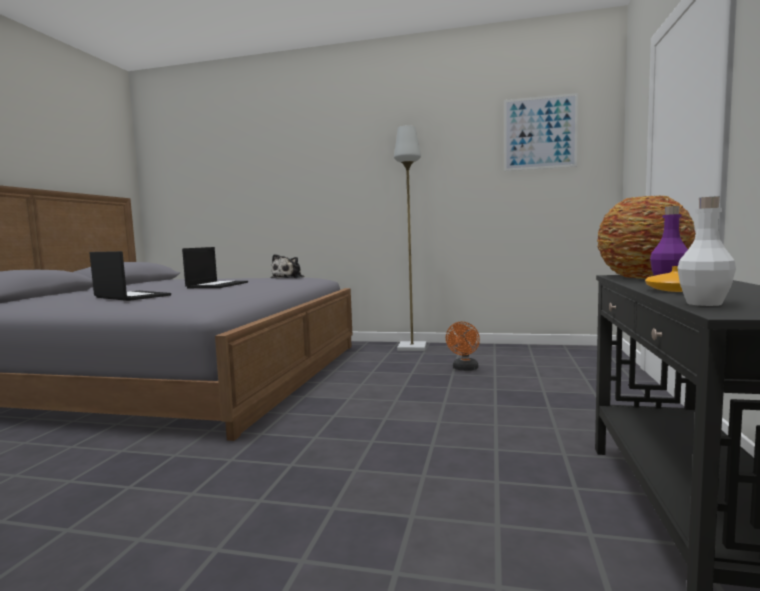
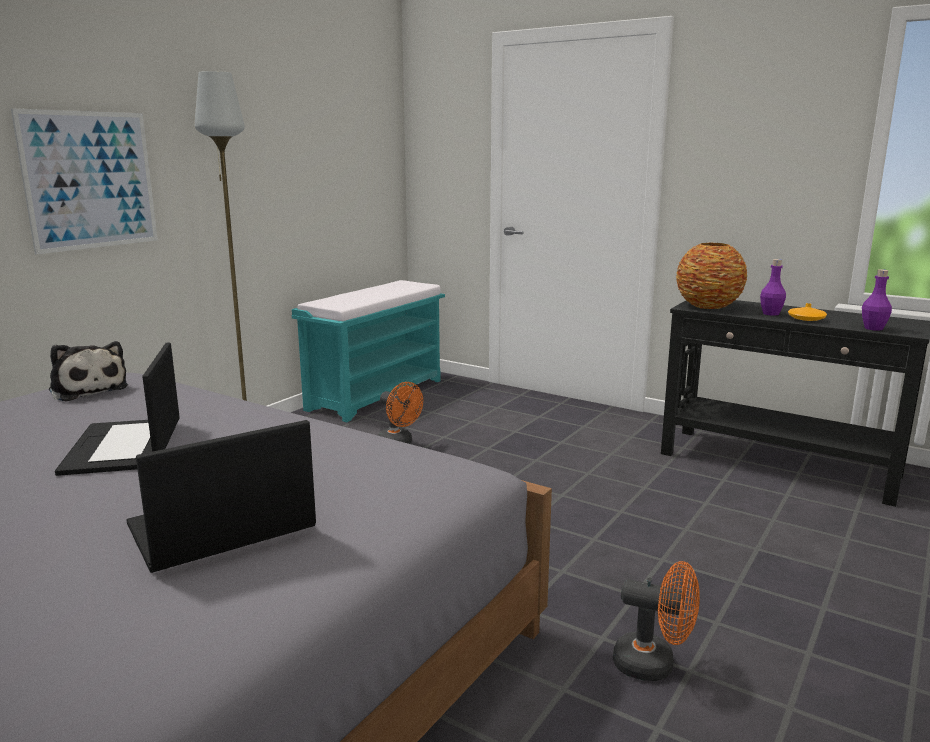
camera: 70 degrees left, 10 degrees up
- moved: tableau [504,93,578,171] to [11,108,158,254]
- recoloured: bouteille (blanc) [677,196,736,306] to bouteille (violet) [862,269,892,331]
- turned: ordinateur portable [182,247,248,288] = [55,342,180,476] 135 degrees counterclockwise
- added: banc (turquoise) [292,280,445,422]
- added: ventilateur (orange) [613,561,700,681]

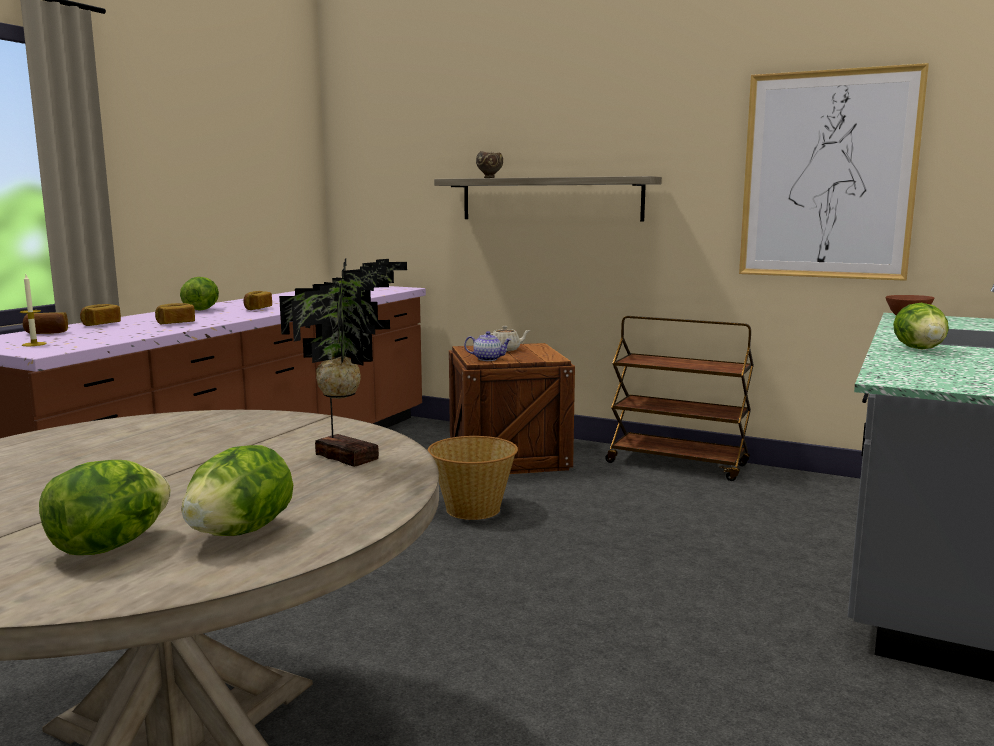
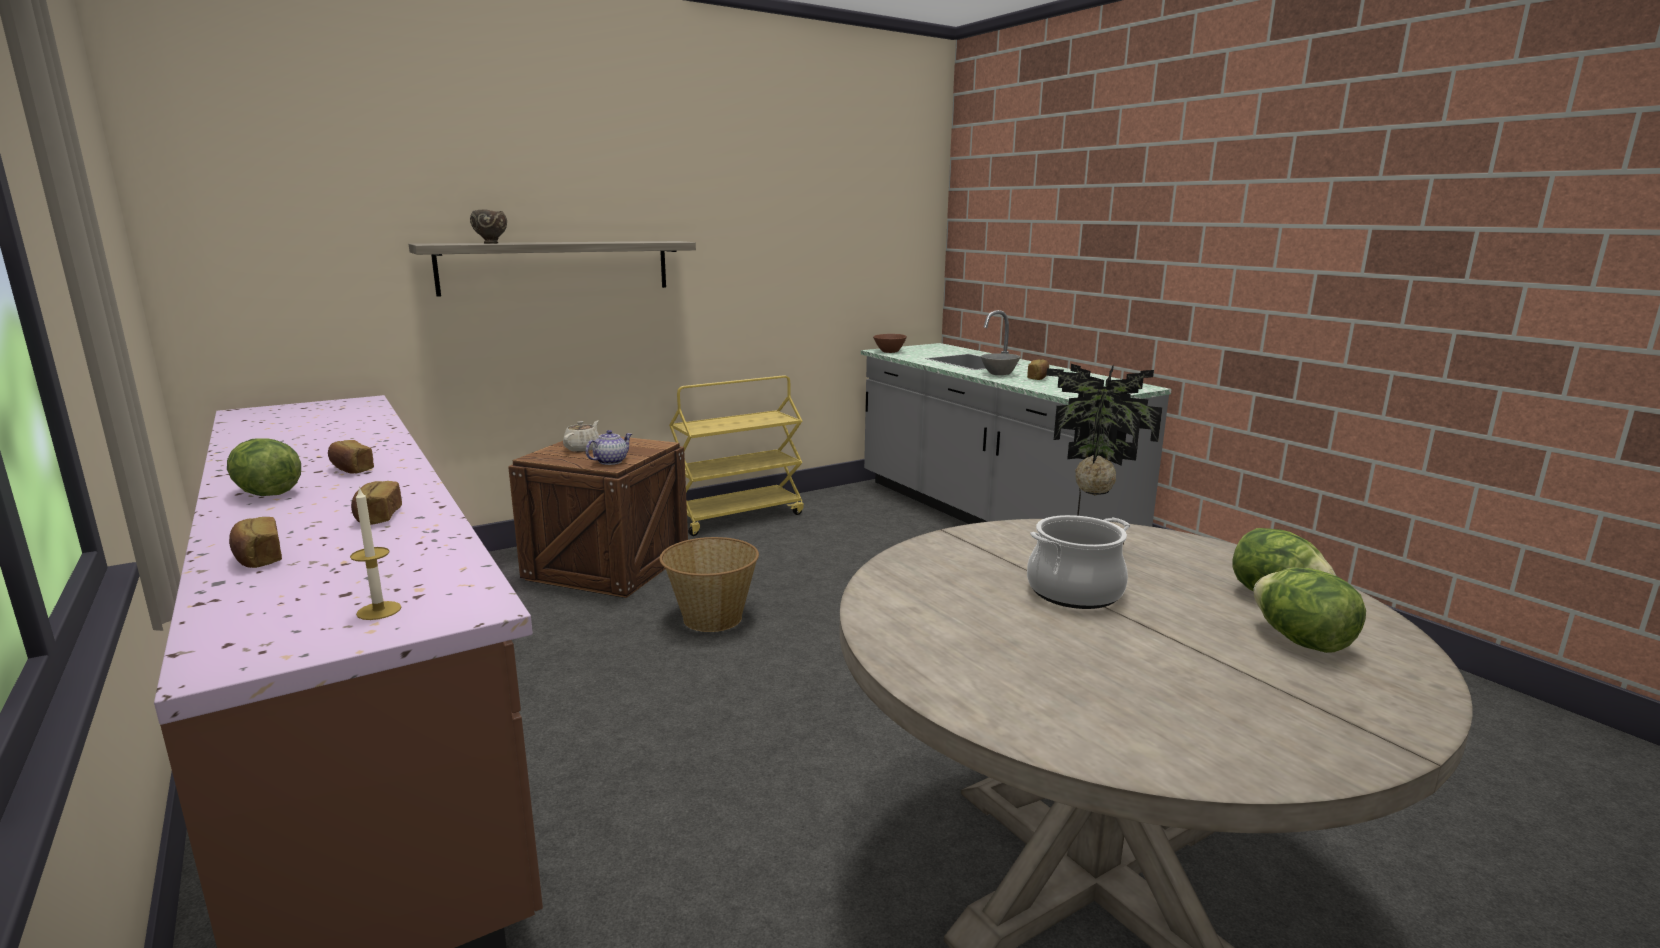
camera: 60 degrees left, 5 degrees up
- removed: tableau [739,63,929,281]
- replaced: laitue [893,303,949,349] to bol (gris) [981,353,1020,375]
- moved: pain [23,312,68,334] to [1027,360,1049,380]
- recoloured: chariot (marron) [605,316,754,481] to chariot (jaune) [669,375,804,536]
- added: marmite [1027,515,1130,609]

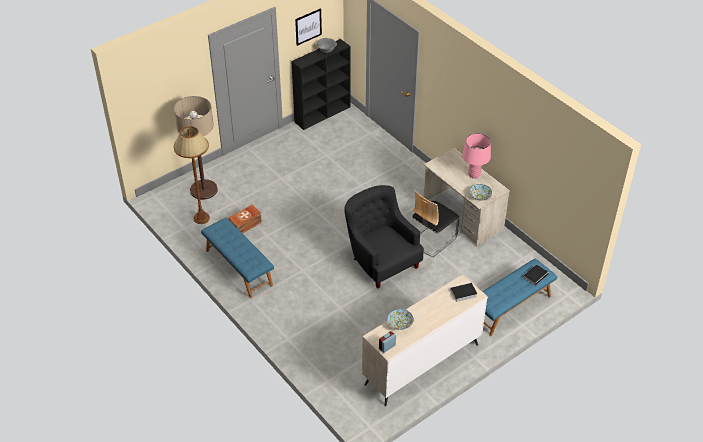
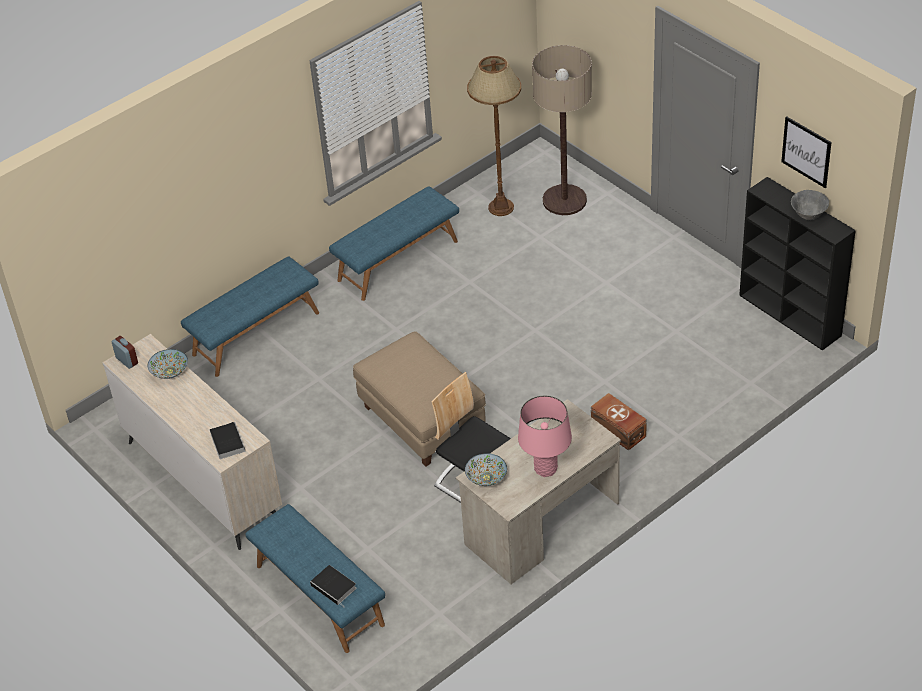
camera: 90 degrees right, 0 degrees up
- replaced: fauteuil (noir) [344,185,424,289] to pouf (beige) [353,332,486,467]
- moved: boîte de rangement (marron) [228,205,262,233] to [591,393,647,451]
- added: banc (bleu) [181,256,319,377]

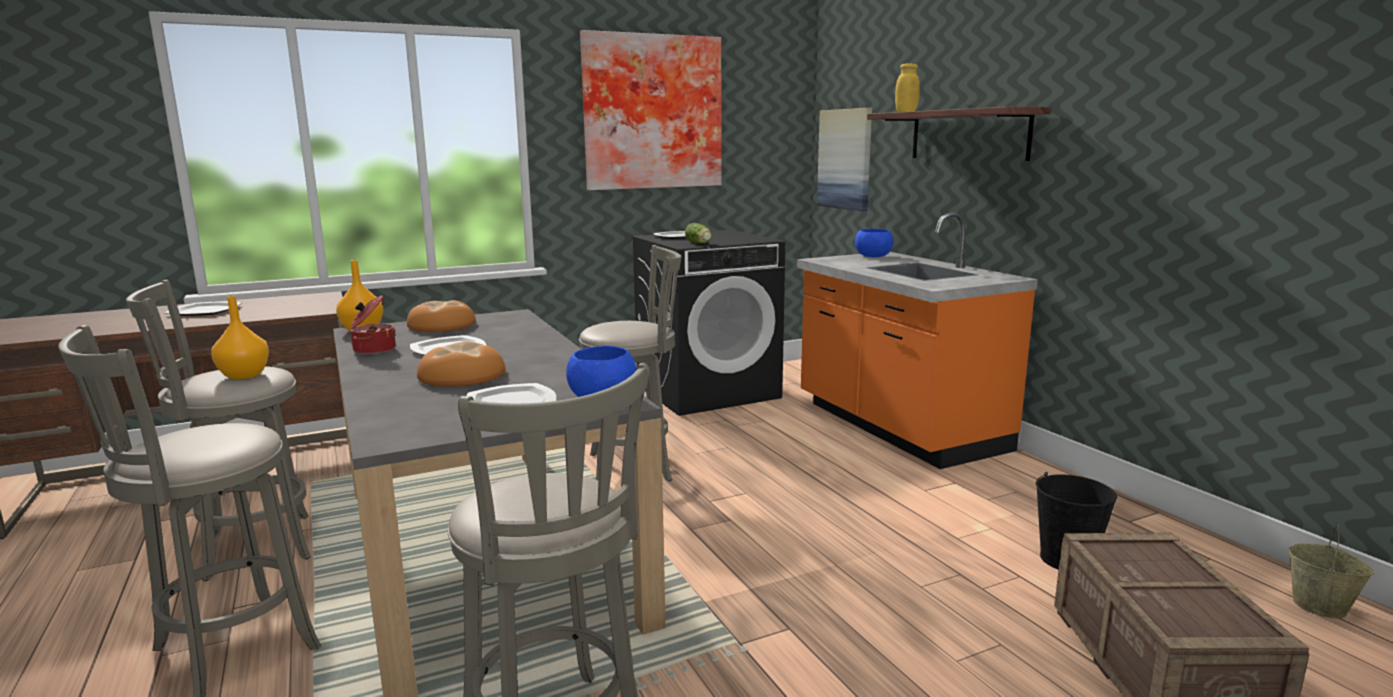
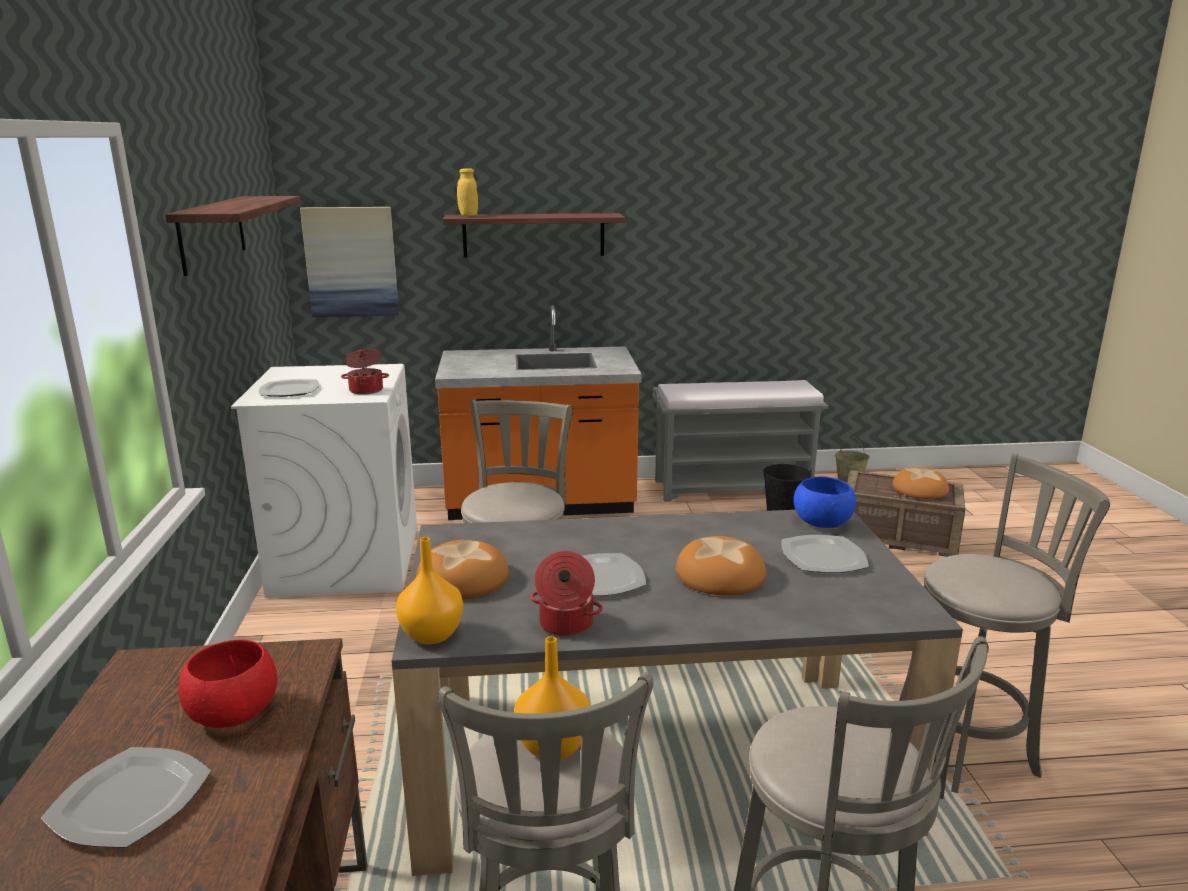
camera: 70 degrees left, 5 degrees up
- replaced: tableau [580,30,721,190] to étagère [165,196,300,276]
- replaced: laitue [685,223,711,244] to marmite [341,349,389,395]
- removed: bol (bleu) [855,229,893,257]
- recoloured: lave-linge (noir) [631,230,785,416] to lave-linge (blanc) [231,364,417,598]
- added: banc (gris) [653,380,829,502]
- added: pain [892,467,949,499]
- added: bol (rouge) [178,640,278,728]

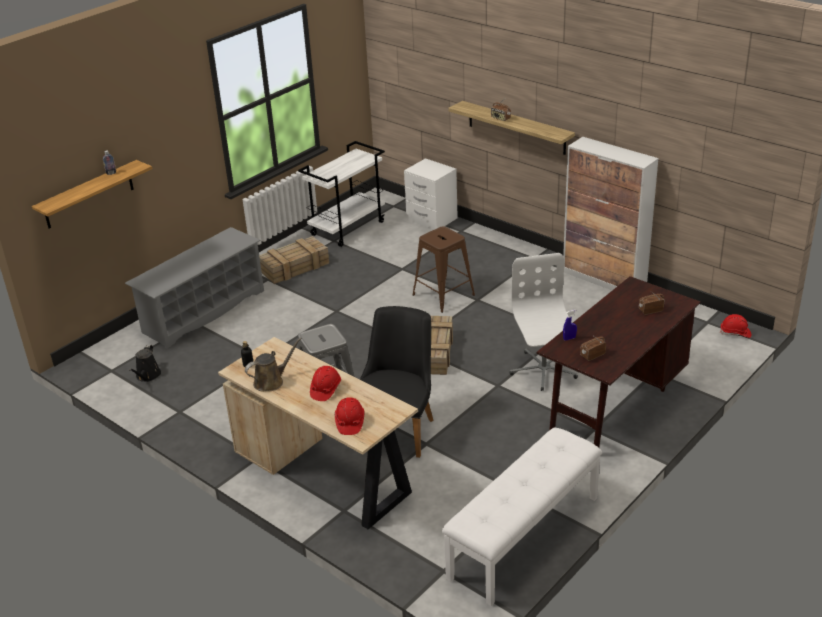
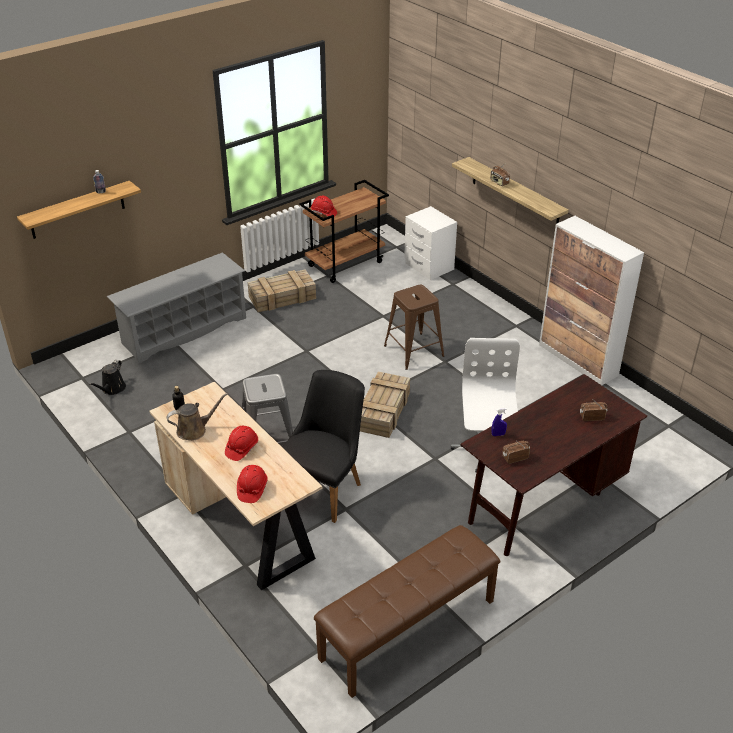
camera: 10 degrees right, 5 degrees up
- recoloured: chariot (blanc) [298,141,385,247] to chariot (marron) [299,180,389,283]
- moved: casque de chantier (rouge) [719,314,751,338] to [311,196,337,217]
- recoloured: banc (blanc) [442,428,602,606] to banc (marron) [314,525,500,698]

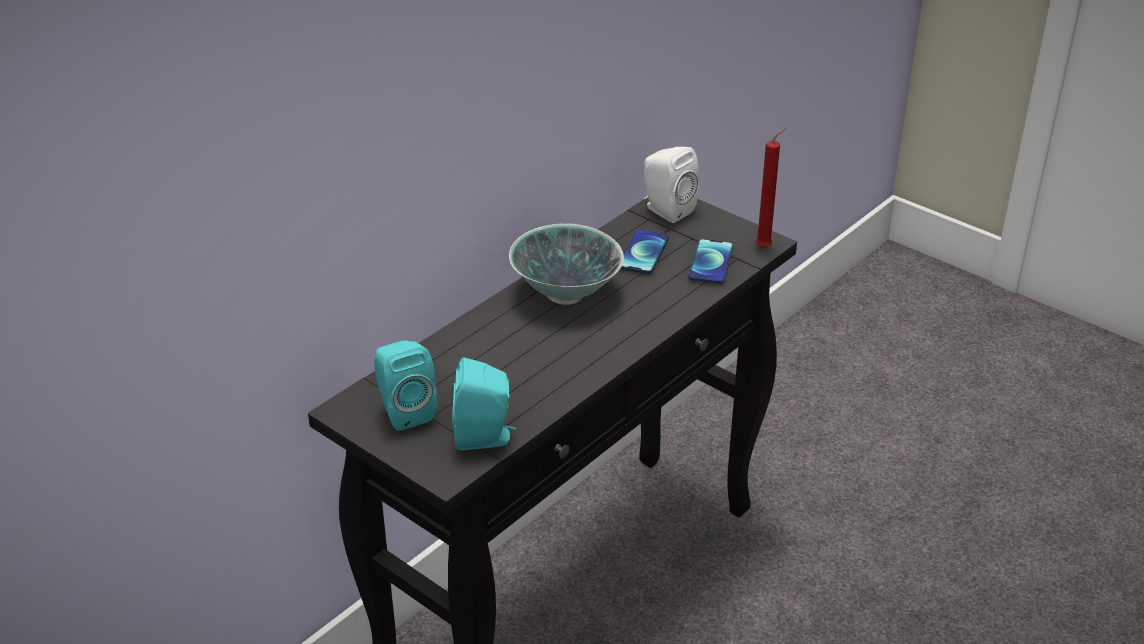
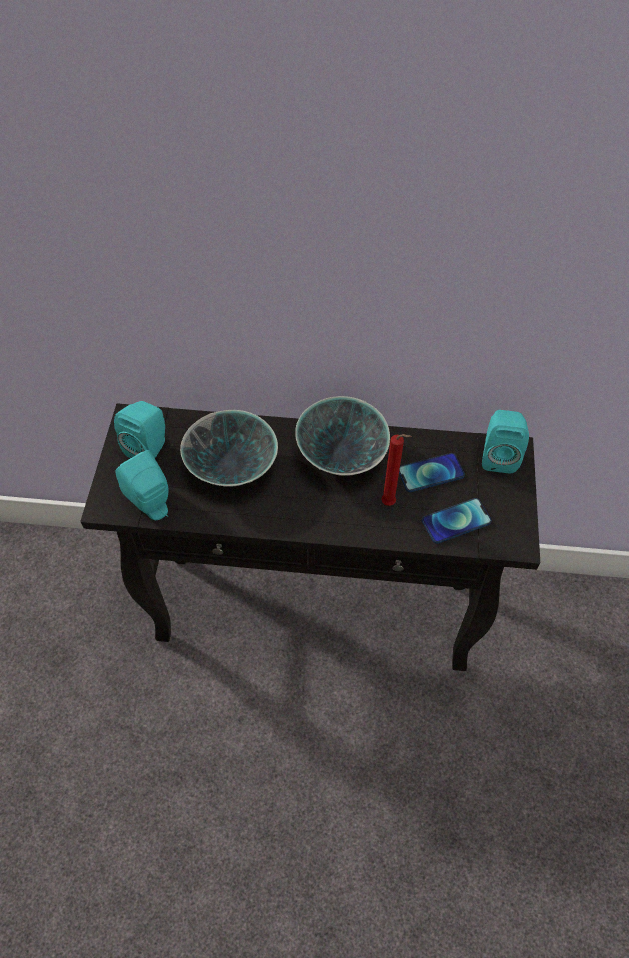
camera: 55 degrees right, 20 degrees up
- moved: bougie (rouge) [756,128,786,248] to [381,434,412,506]
- recoloured: enceinte (blanc) [644,147,699,223] to enceinte (turquoise) [482,410,529,473]
- added: bol [180,410,278,486]

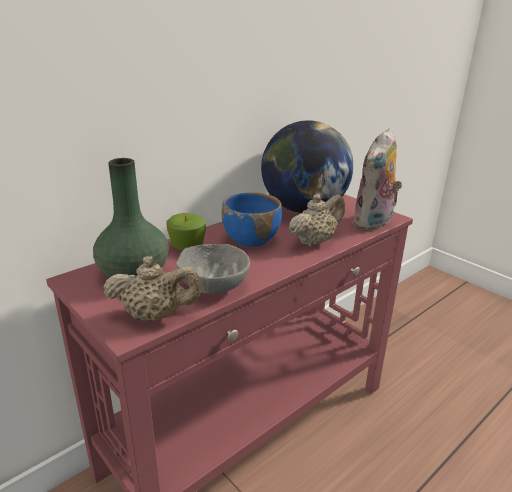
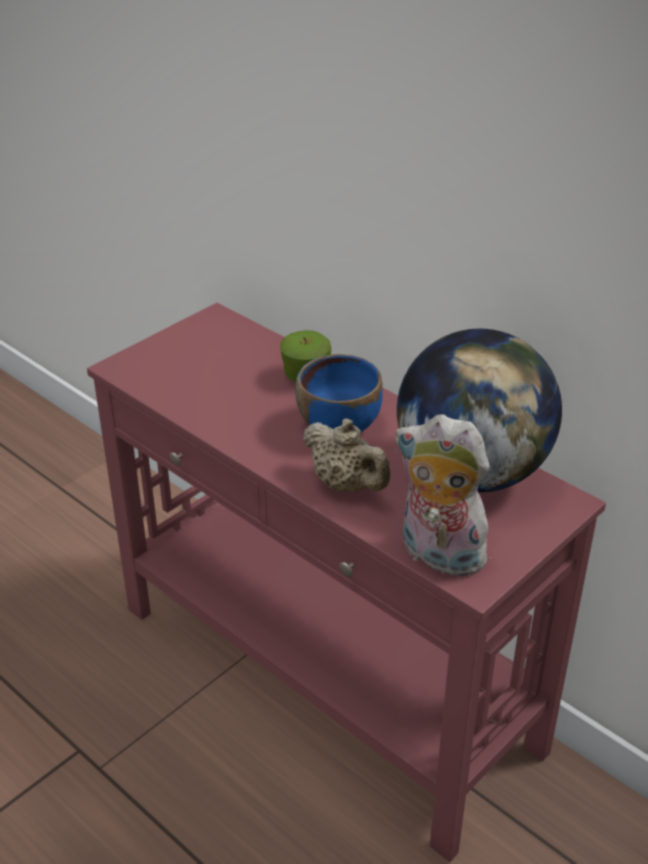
camera: 85 degrees right, 10 degrees up
- removed: vase (vert) [93,158,169,277]
- removed: bol (gris) [176,244,250,294]
- removed: théière (beige) [103,256,202,321]

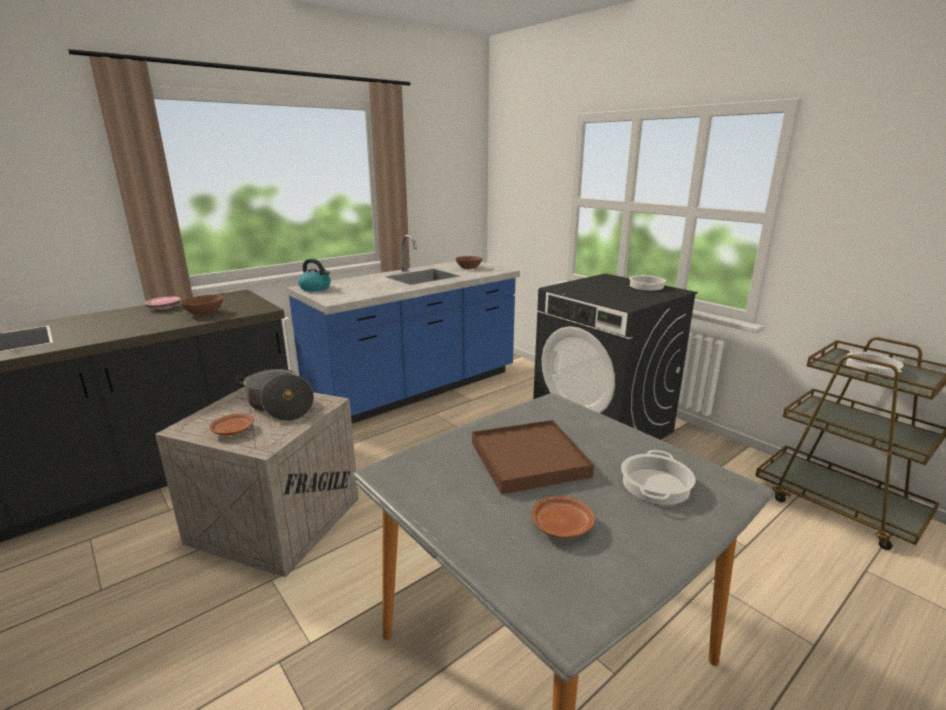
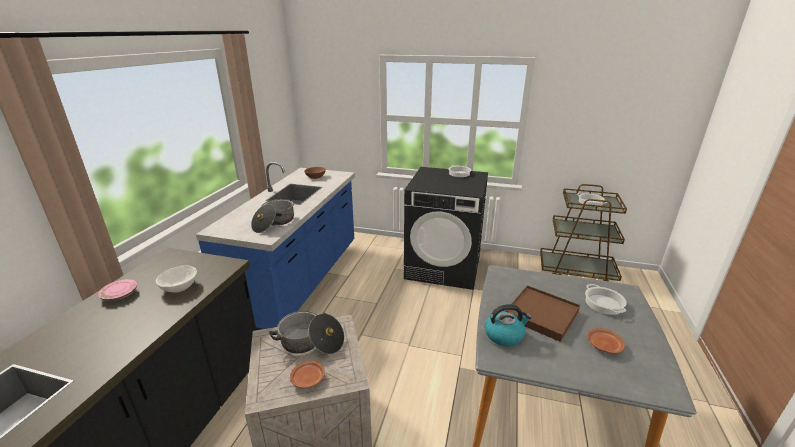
camera: 35 degrees left, 5 degrees up
- moved: bouilloire [298,259,331,291] to [485,304,532,346]
- recoloured: bol (marron) [181,295,223,316] to bol (blanc) [156,265,197,292]
- added: marmite [251,196,294,233]

